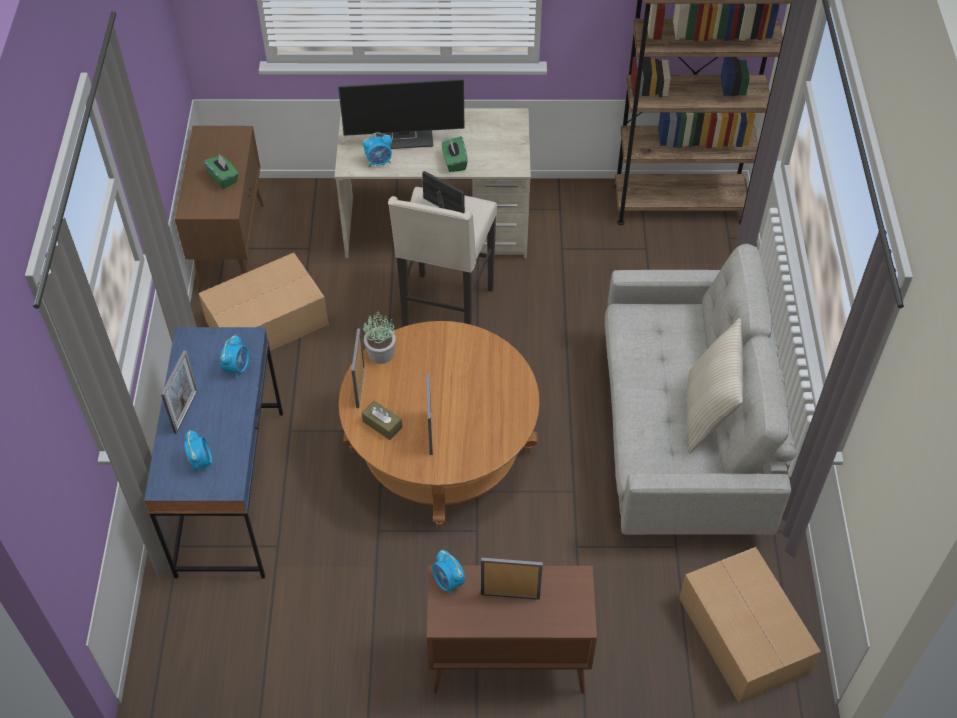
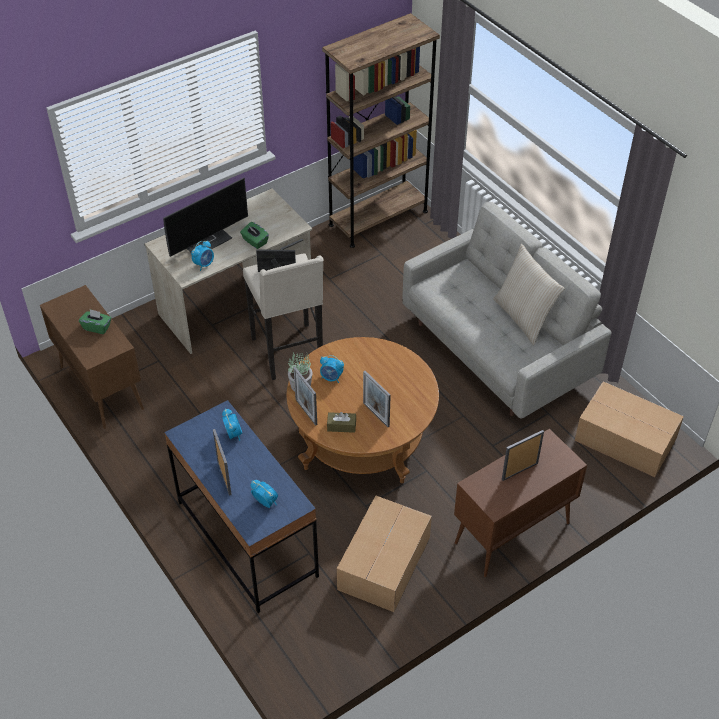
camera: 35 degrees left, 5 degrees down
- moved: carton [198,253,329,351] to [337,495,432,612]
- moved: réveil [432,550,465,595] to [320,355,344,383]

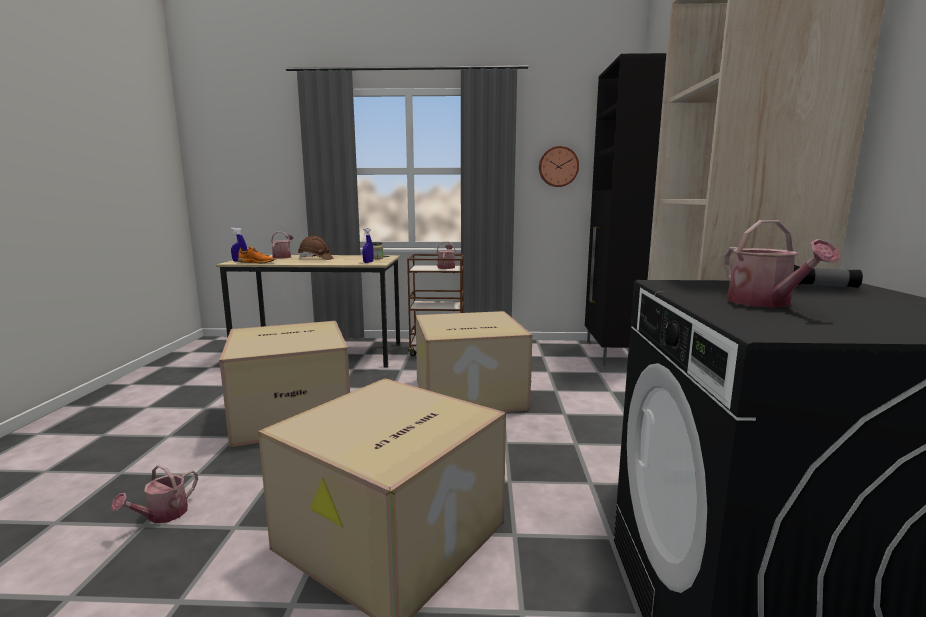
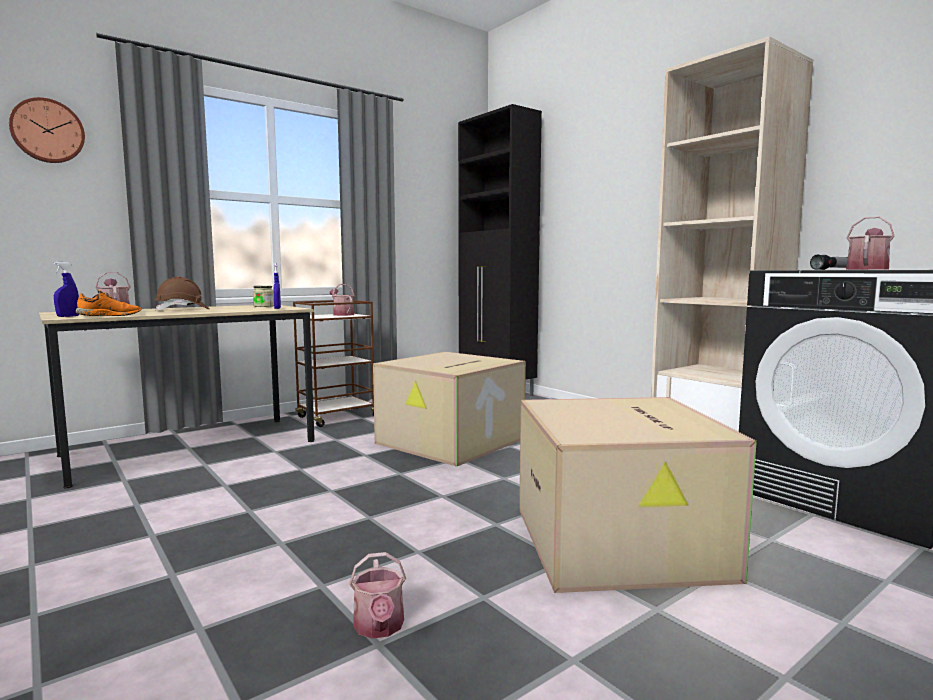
camera: 40 degrees left, 5 degrees down
- moved: horloge murale [539,146,579,187] to [9,97,85,163]
- turned: arrosoir [723,220,840,308] = [846,216,895,270] 90 degrees counterclockwise
- removed: carton [219,321,350,447]

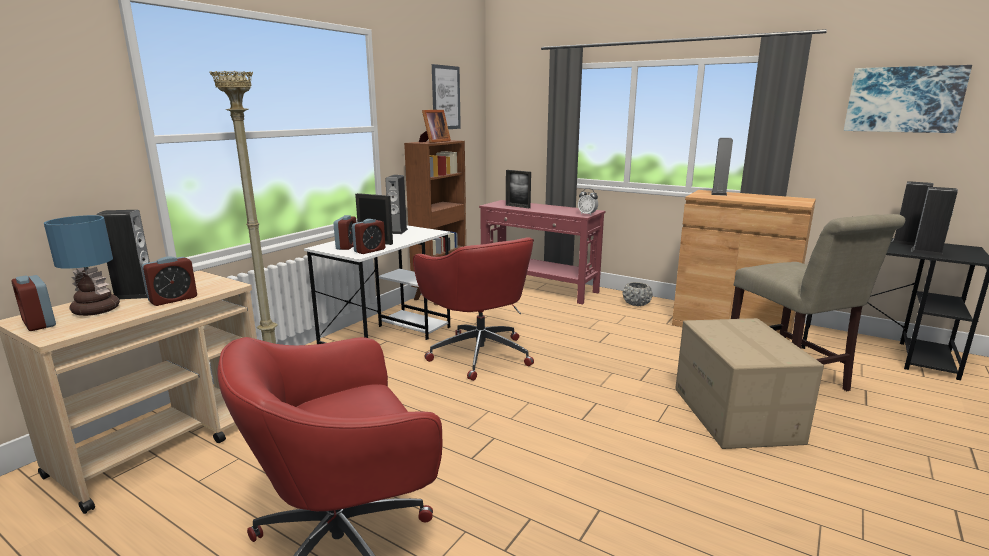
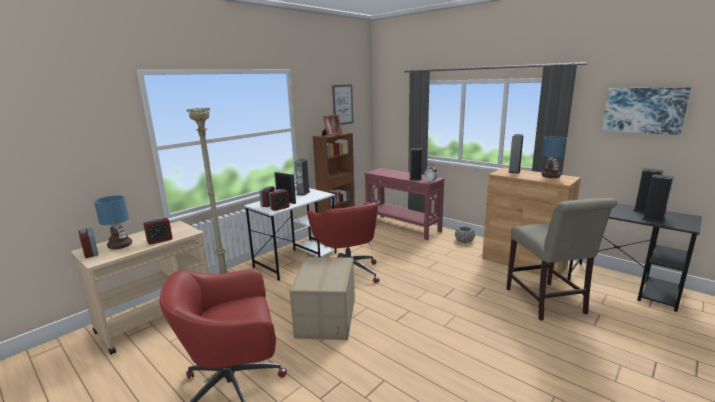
camera: 10 degrees right, 0 degrees up
- removed: cadre photo [506,170,531,208]
- moved: enceinte [97,210,150,299] to [409,148,422,180]
- moved: carton [675,318,824,449] to [290,257,355,340]
- added: lampe de table [542,136,567,178]

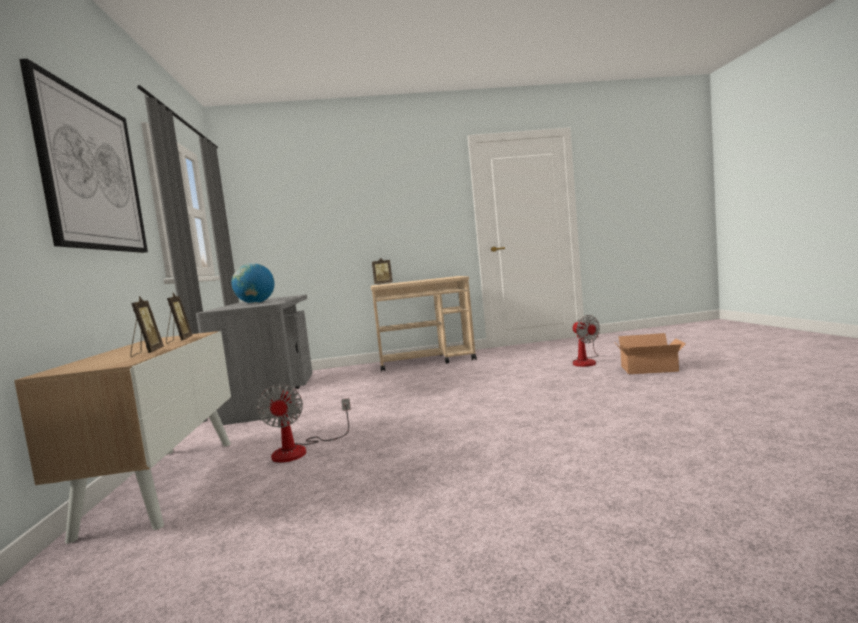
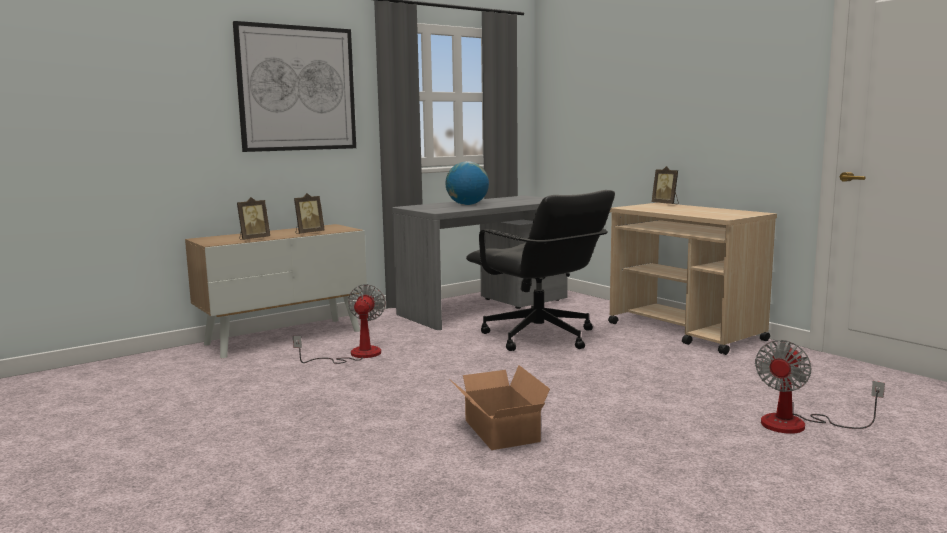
camera: 60 degrees right, 5 degrees up
- moved: carton [615,333,686,374] to [449,365,550,450]
- turned: ventilateur [256,384,351,463] = [293,284,386,364] 135 degrees clockwise
- added: chaise de bureau (noir) [466,190,615,351]

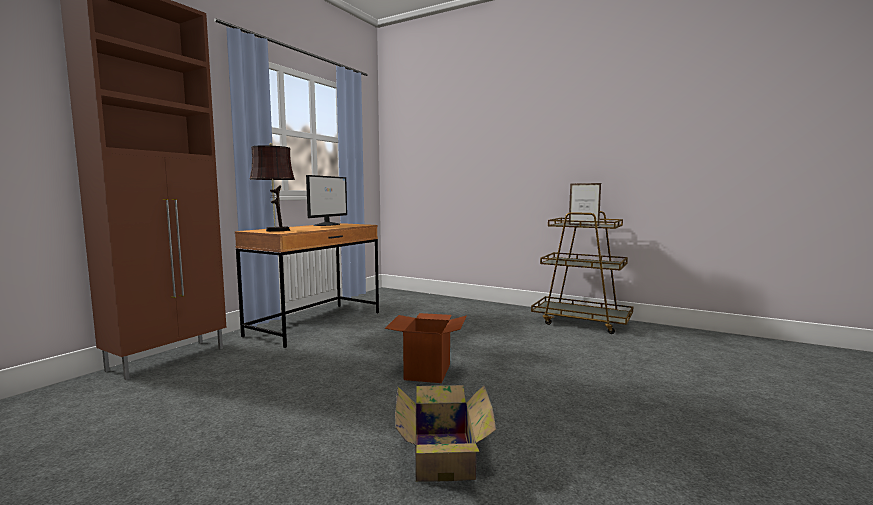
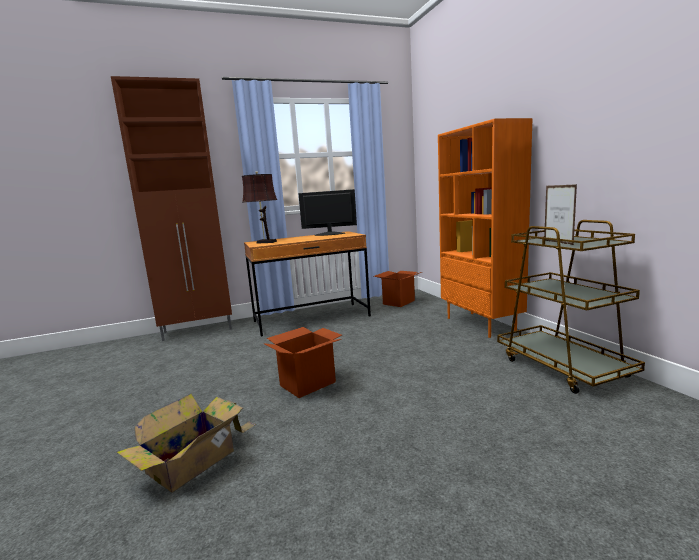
camera: 40 degrees right, 5 degrees up
- turned: écran d'ordinateur [306,175,347,226] = [298,189,357,236] 150 degrees counterclockwise
- added: bibliothèque (orange) [438,118,532,338]
- added: carton [374,271,422,307]

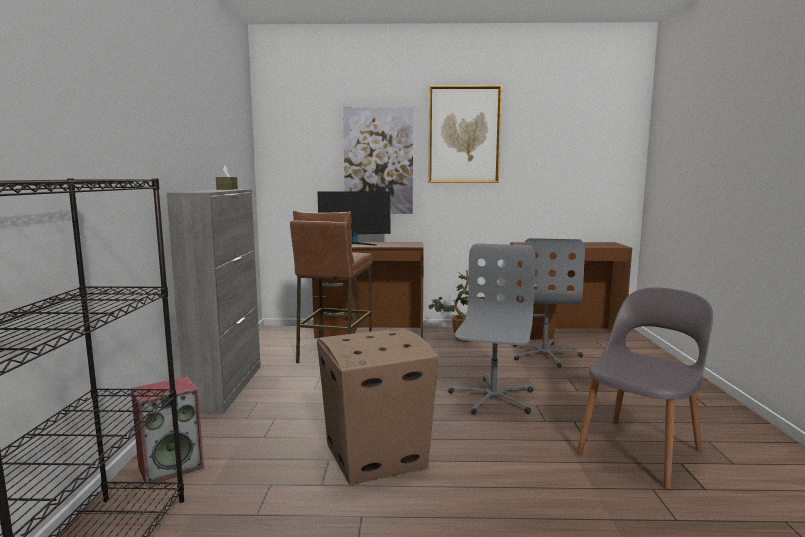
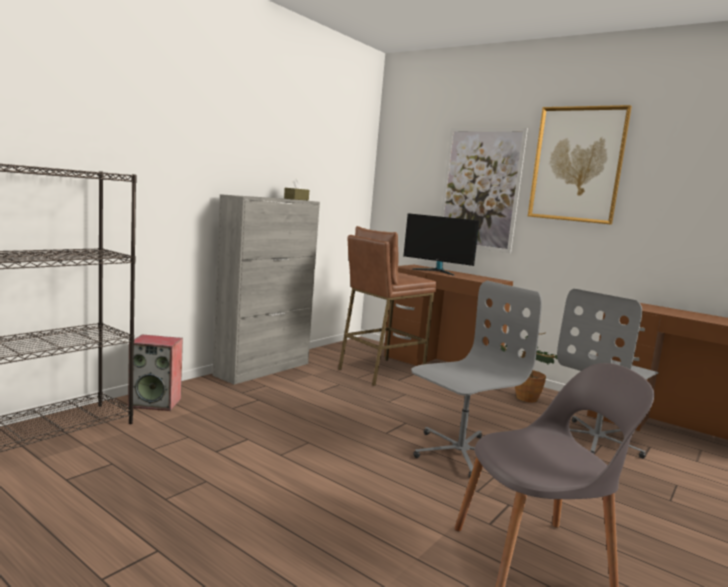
camera: 35 degrees right, 0 degrees up
- removed: carton [317,328,439,485]

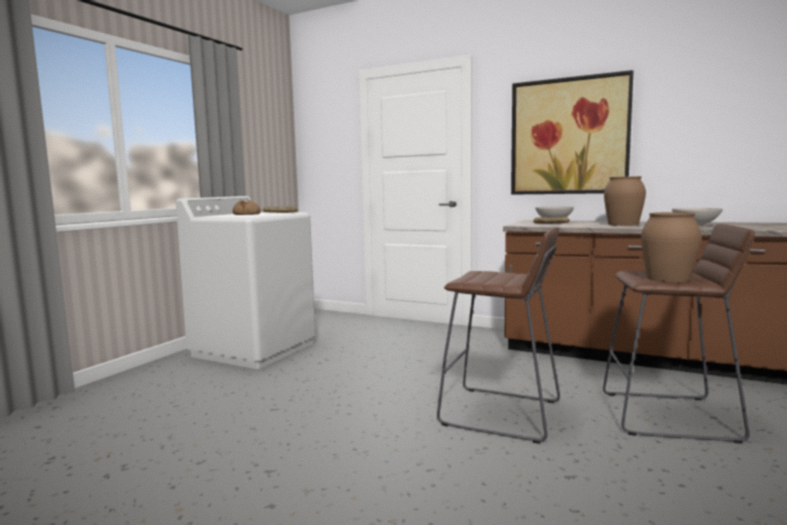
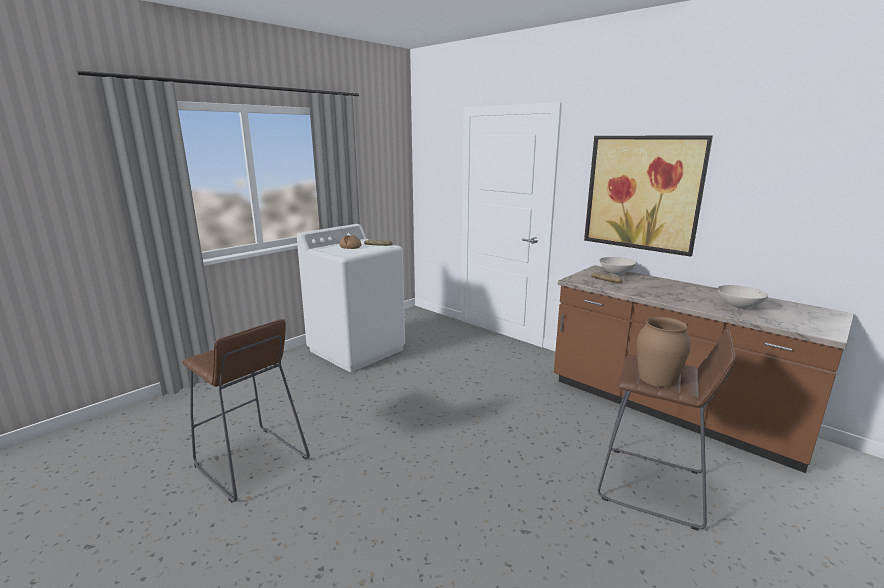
camera: 15 degrees right, 10 degrees up
- removed: vase (marron) [604,176,646,226]
- moved: tabouret (marron) [437,227,560,444] to [182,319,310,503]

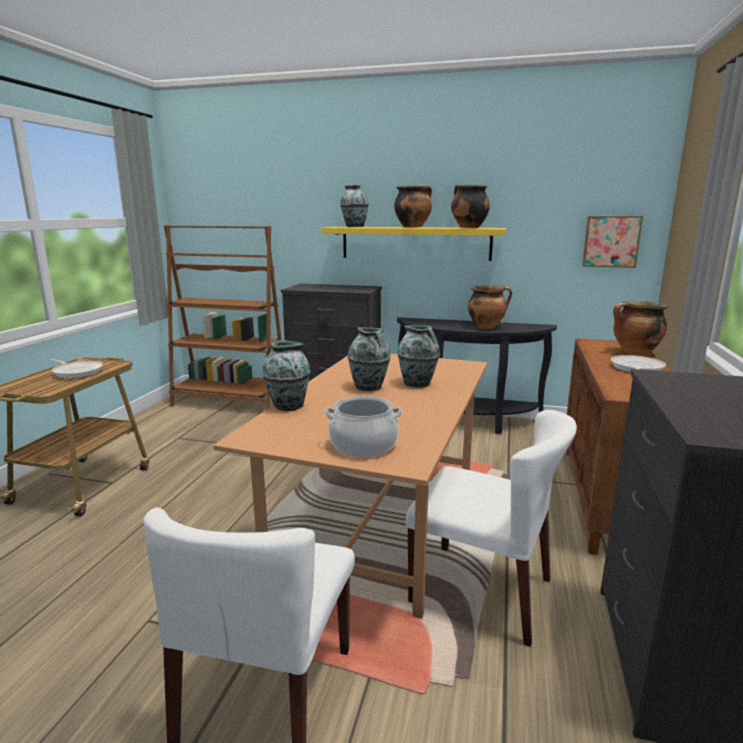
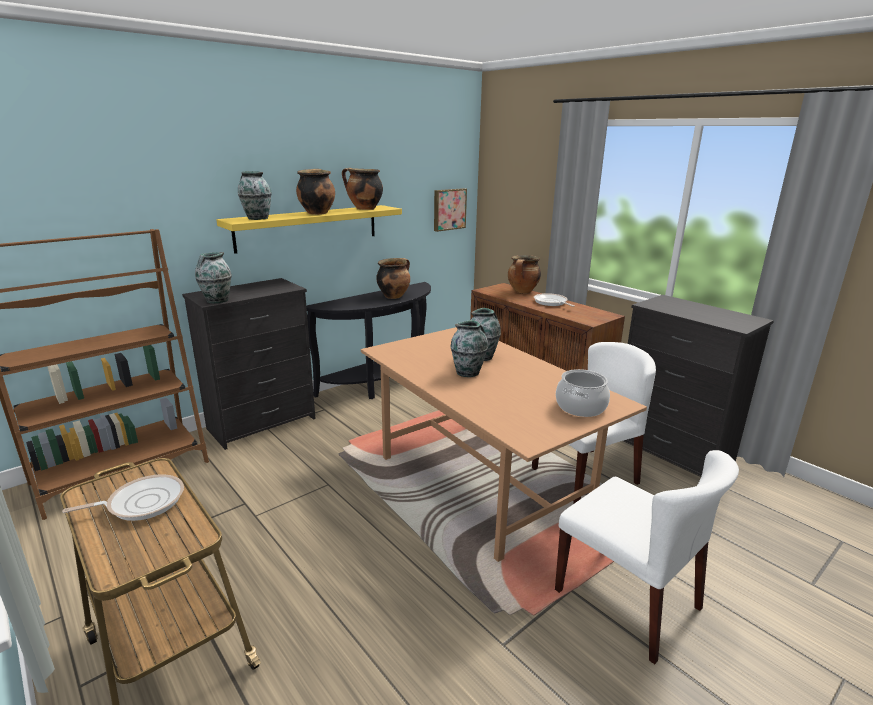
camera: 55 degrees left, 5 degrees up
- moved: vase [262,340,311,411] to [195,252,232,304]

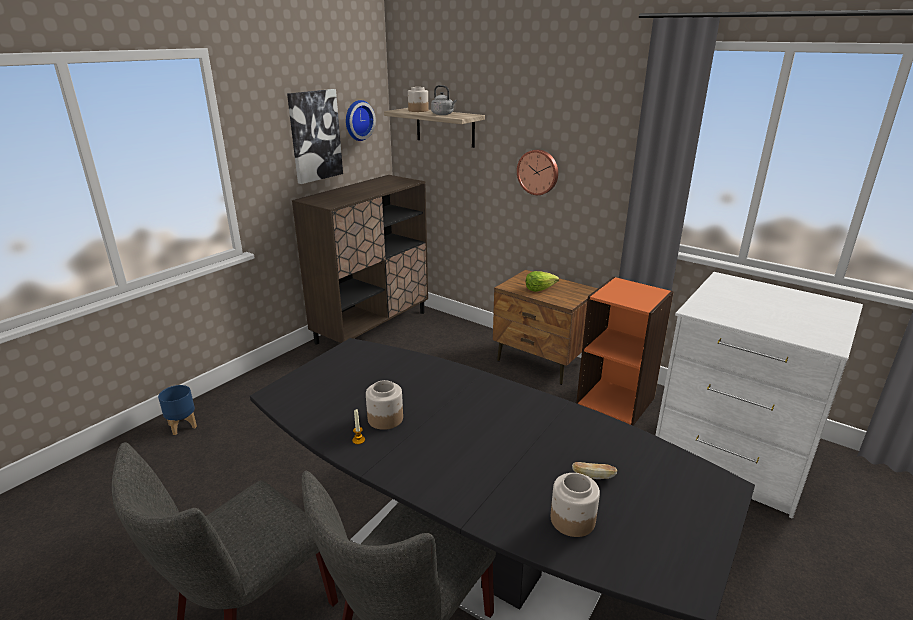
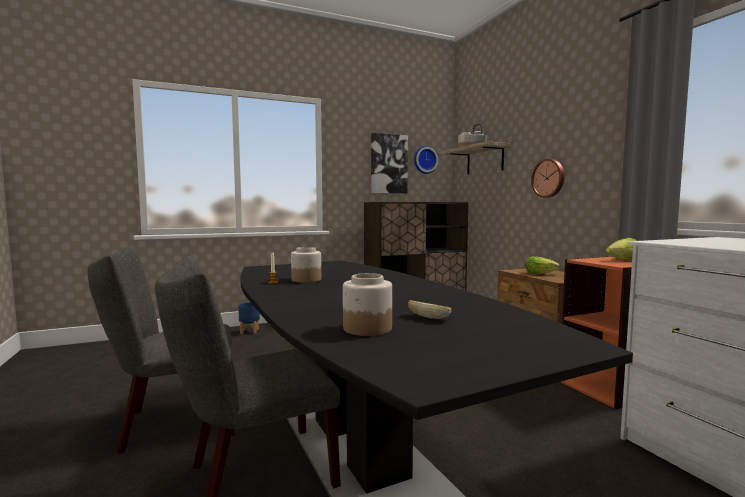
camera: 30 degrees right, 20 degrees down
- added: laitue [606,238,637,260]

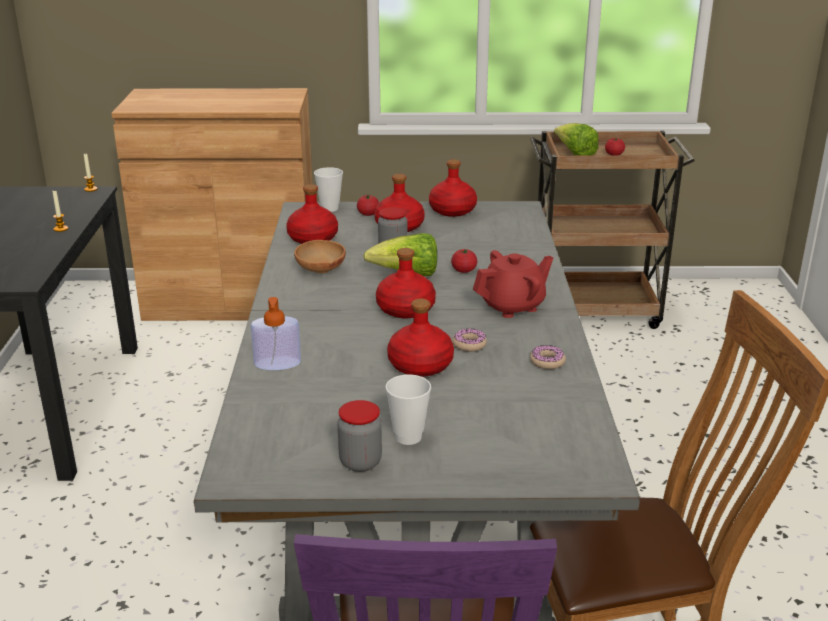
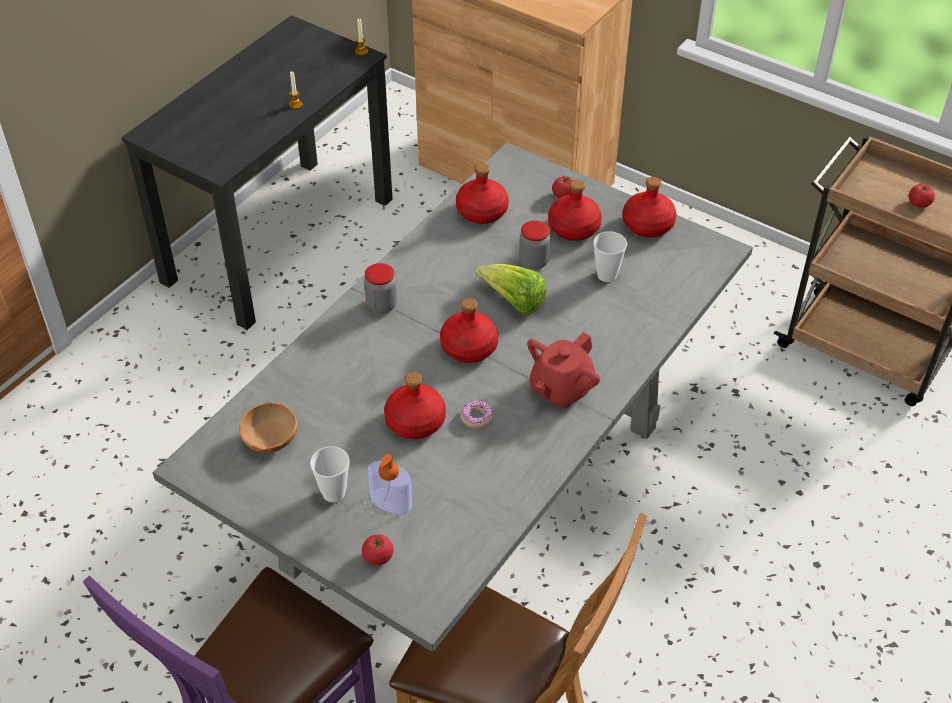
camera: 35 degrees right, 20 degrees up
- removed: laitue [554,123,599,156]
- moved: tasse [314,167,343,212] to [593,231,627,282]
- moved: bol (marron) [294,240,346,273] to [239,402,297,453]
- moved: tomate [451,249,477,273] to [362,534,394,565]
- turned: théière (rouge) [473,250,553,318] = [527,332,600,408] 120 degrees clockwise
- moved: distributeur de savon [251,297,301,370] to [368,454,412,514]
- removed: beignet [530,345,566,369]
- moved: bocal [338,400,382,472] to [364,263,397,313]

